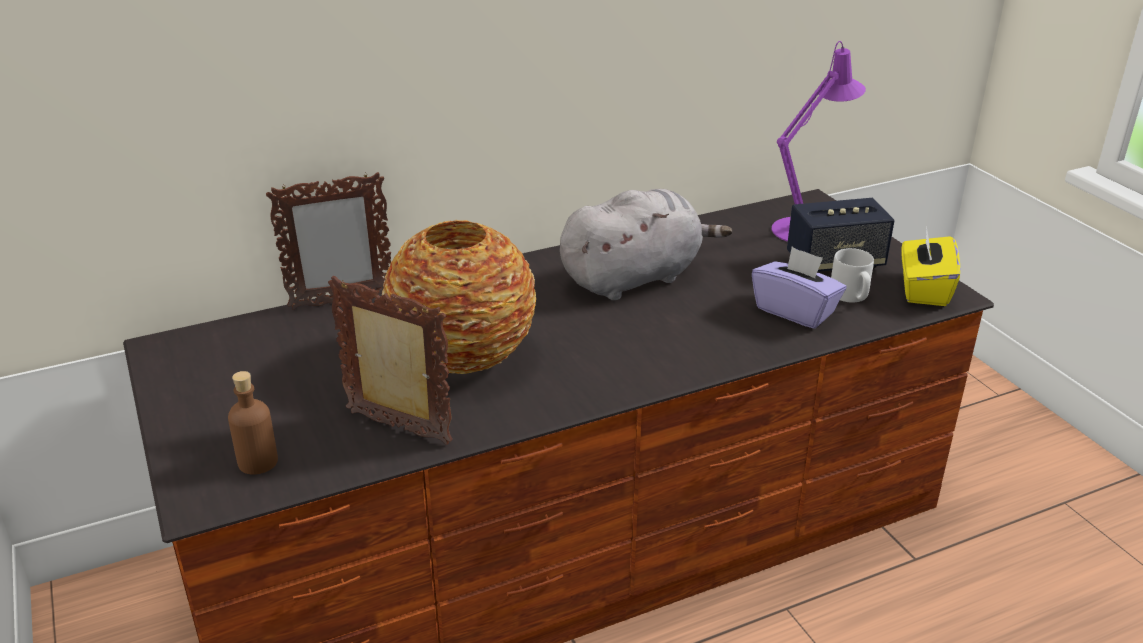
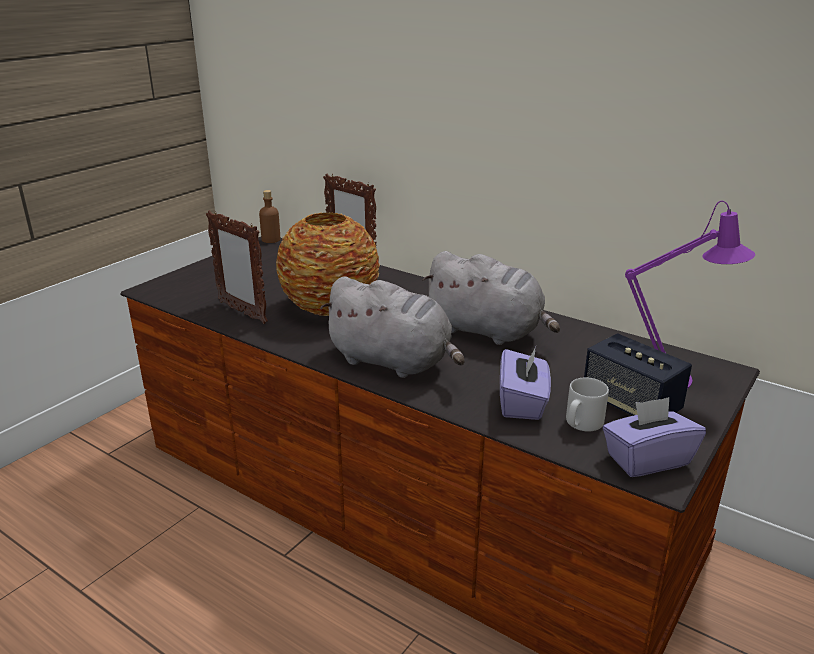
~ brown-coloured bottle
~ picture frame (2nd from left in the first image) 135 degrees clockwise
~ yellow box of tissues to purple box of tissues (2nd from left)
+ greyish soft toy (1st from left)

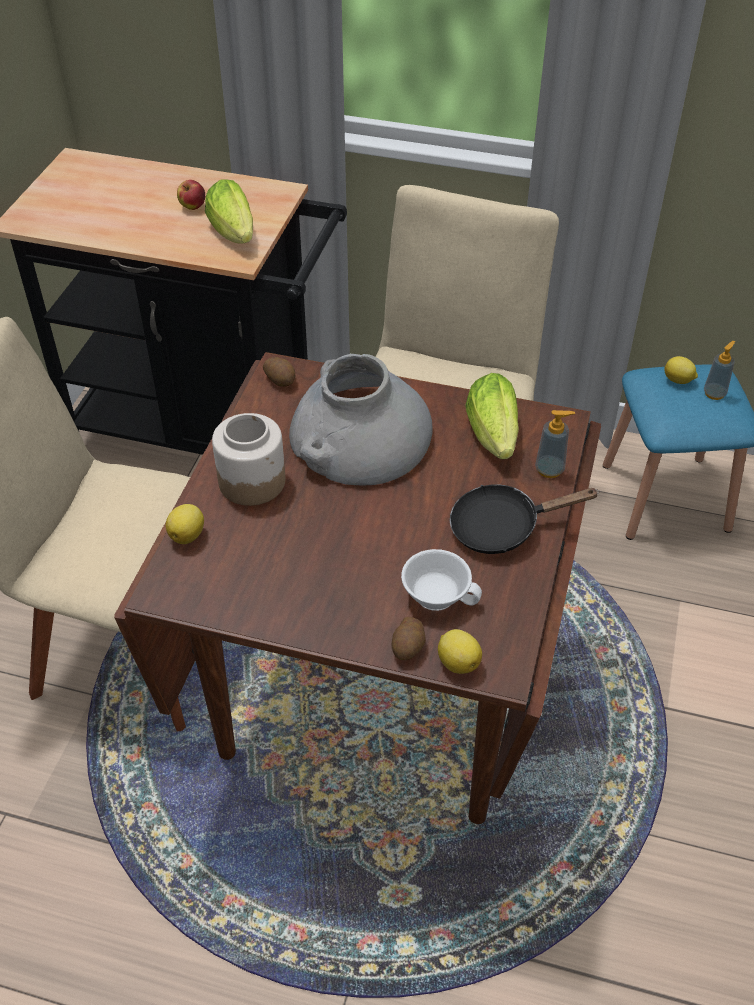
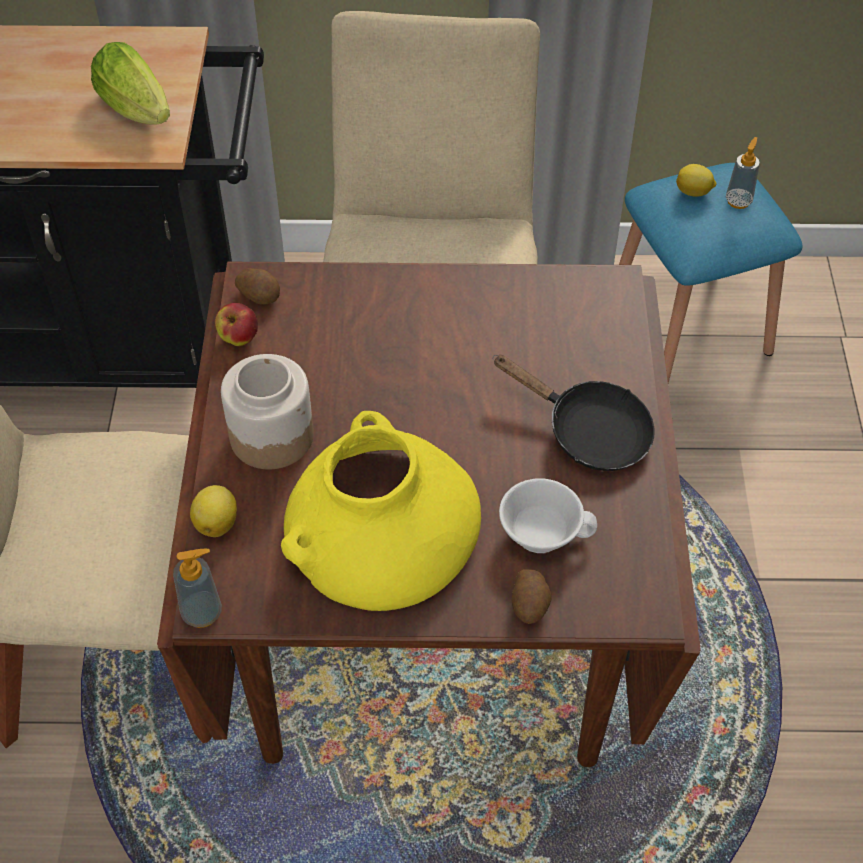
~ whole apple
- greyish vase
- whole lemon (2nd from left)
~ blackish frying pan 120 degrees counterclockwise
- lettuce head (2nd from left)
~ soap dispenser (1st from left)
+ yellow vase

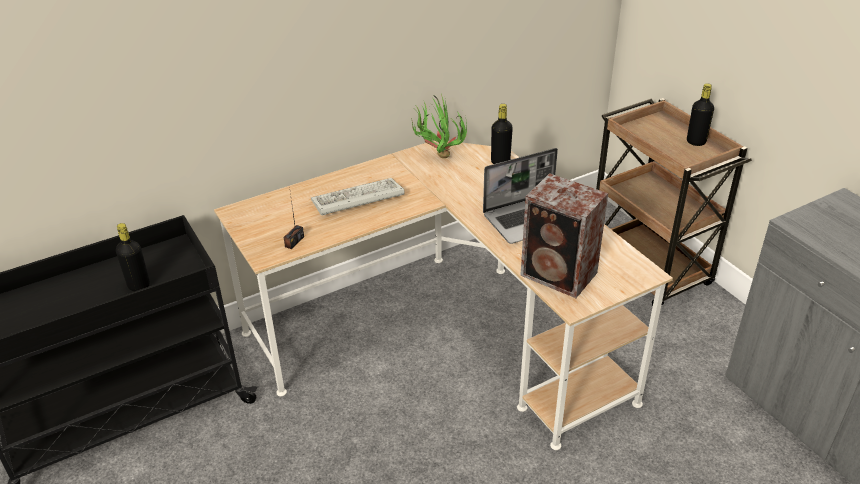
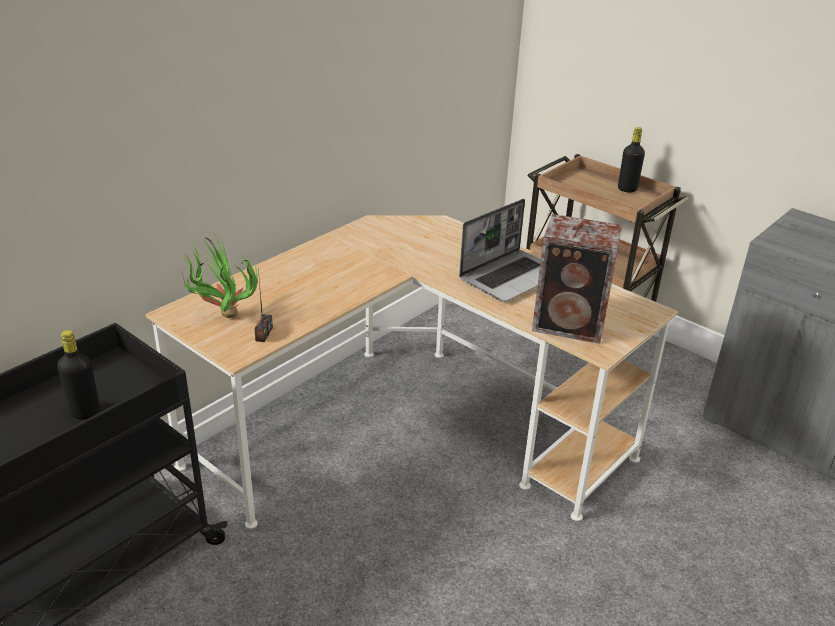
- computer keyboard
~ plant in a pot
- blackish bottle (2nd from left)

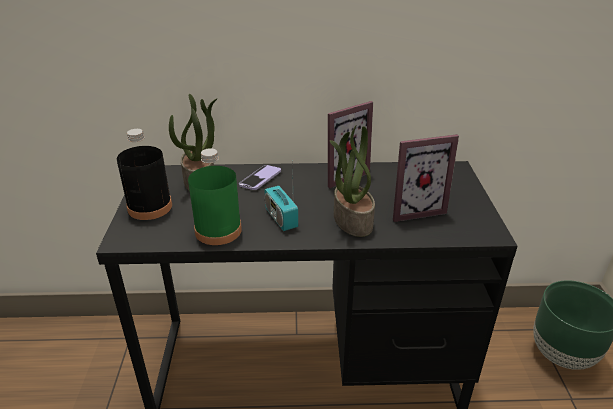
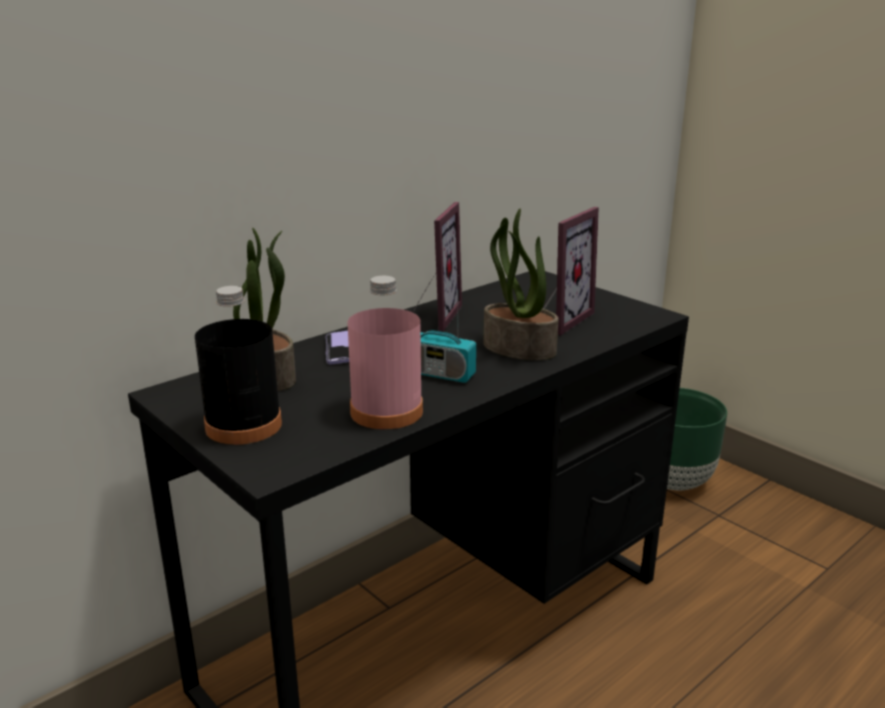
~ greenish bottle to pinkish bottle

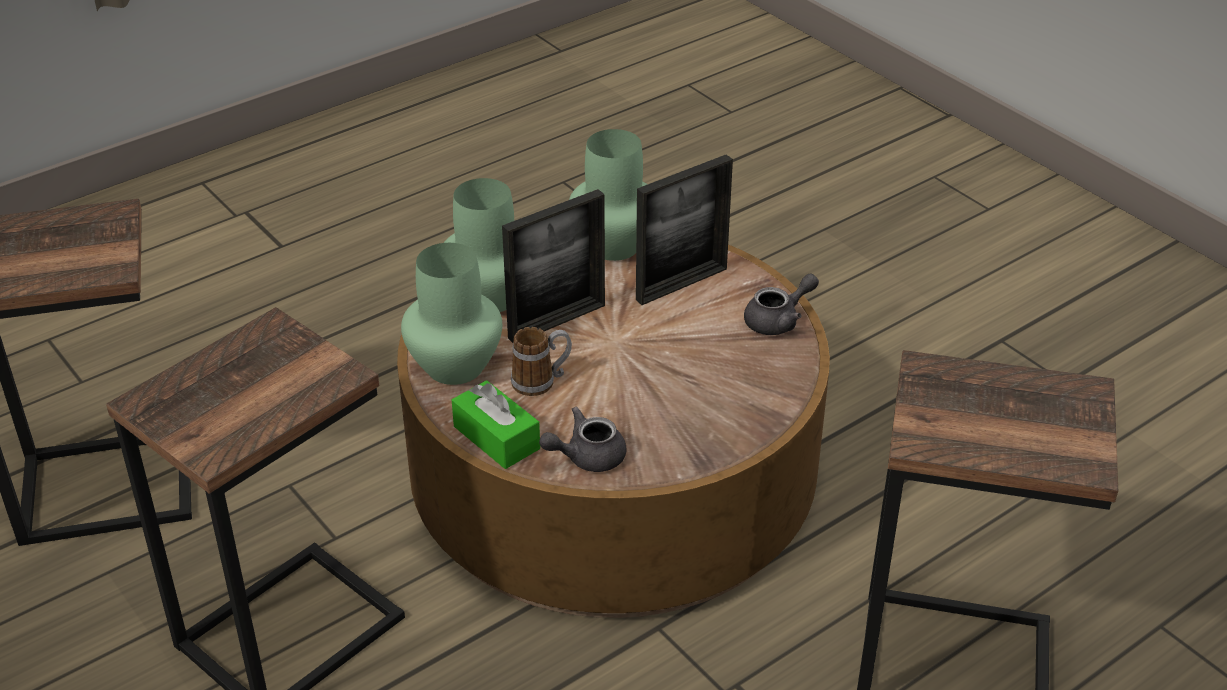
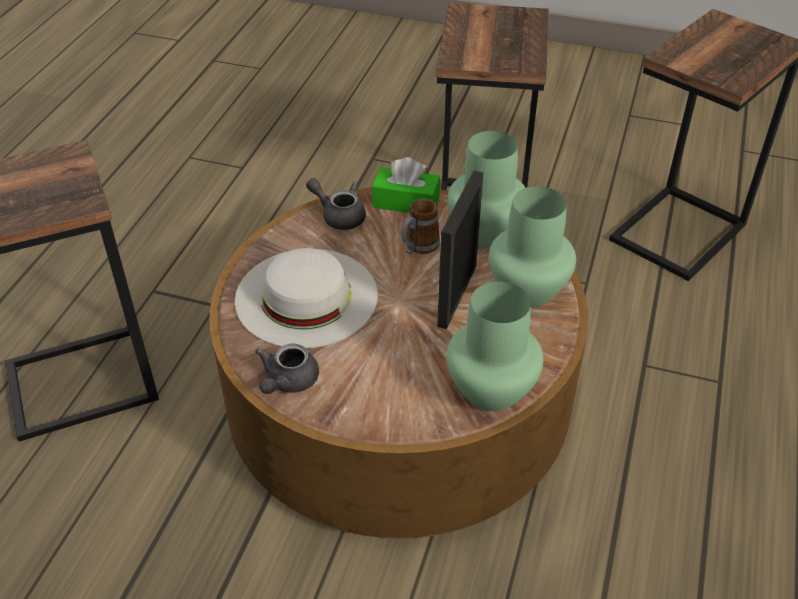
~ greyish tea pot (1st from left in the first image) 90 degrees counterclockwise
- picture frame (2nd from left)
+ white wearable hat

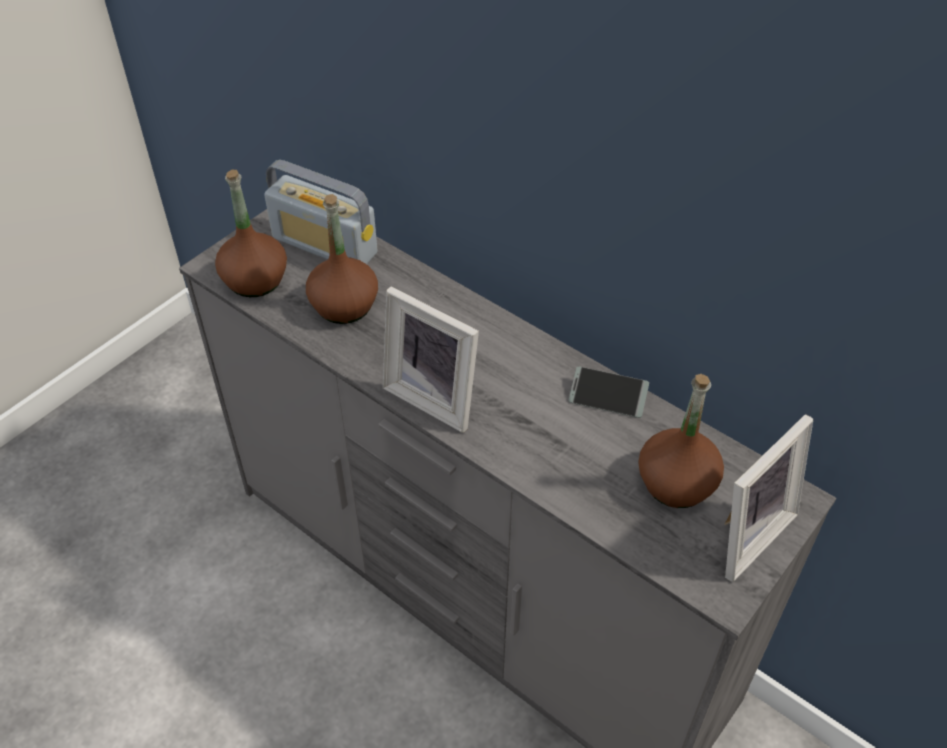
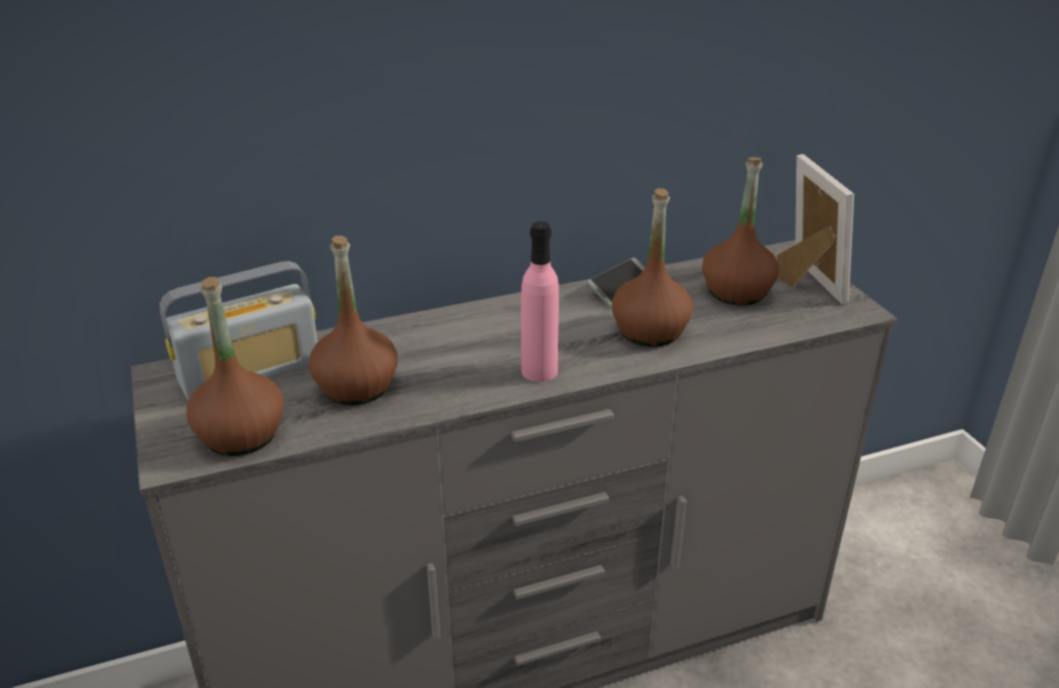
~ picture frame (1st from left) to pinkish bottle
+ brown-coloured bottle (3rd from left)

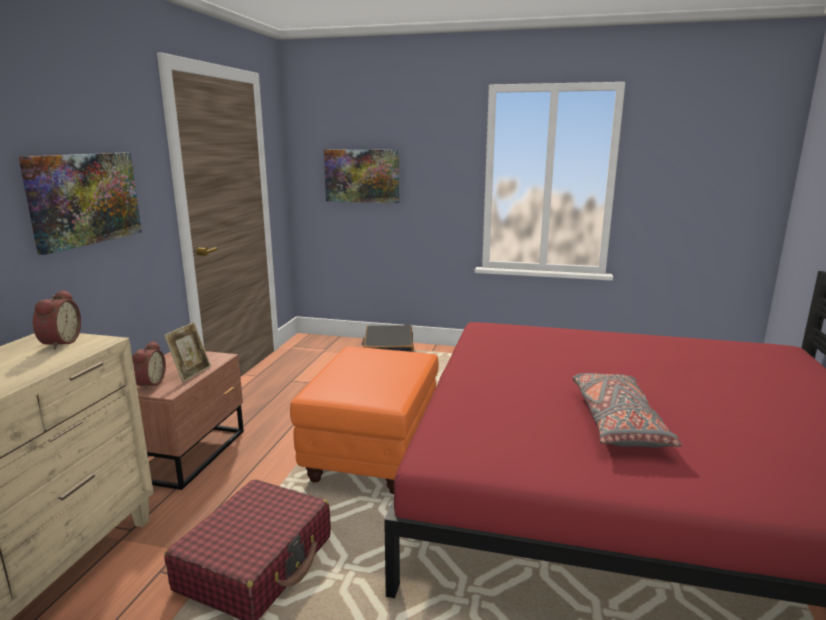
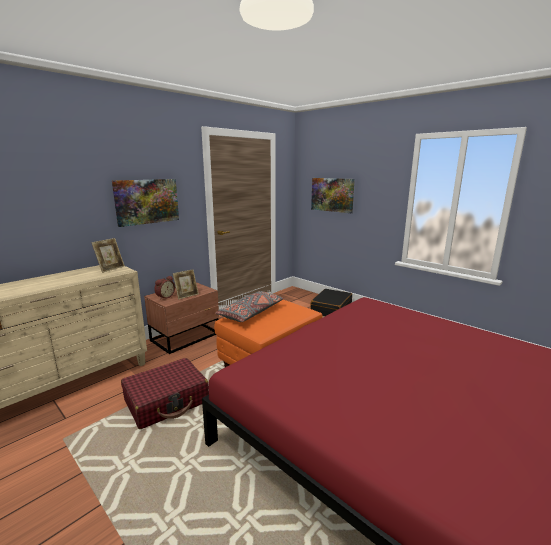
~ table clock (1st from left) to picture frame (1st from left)
~ greyish cushion

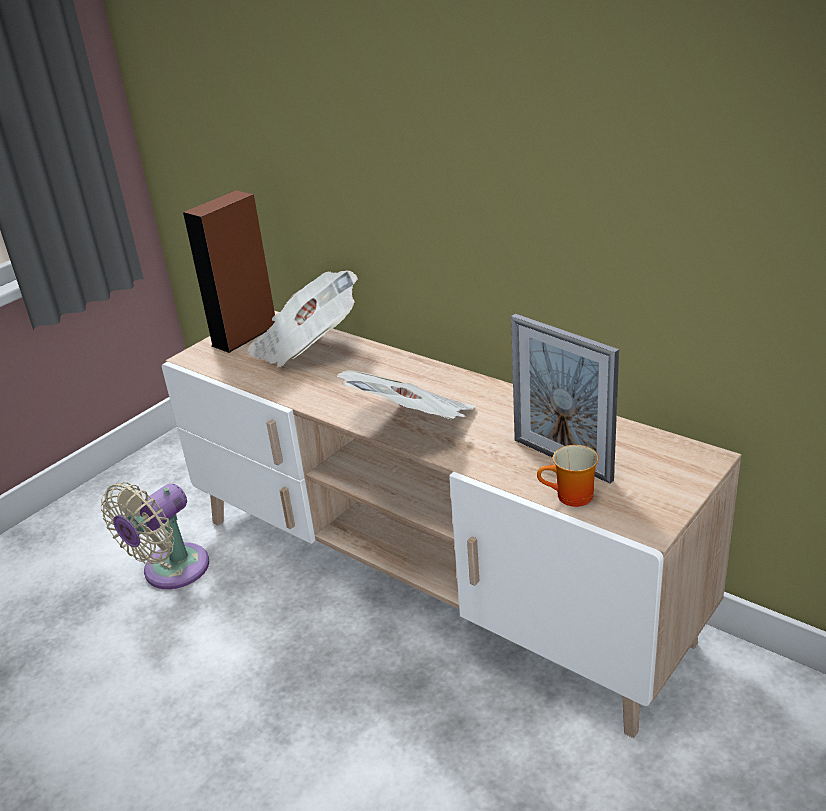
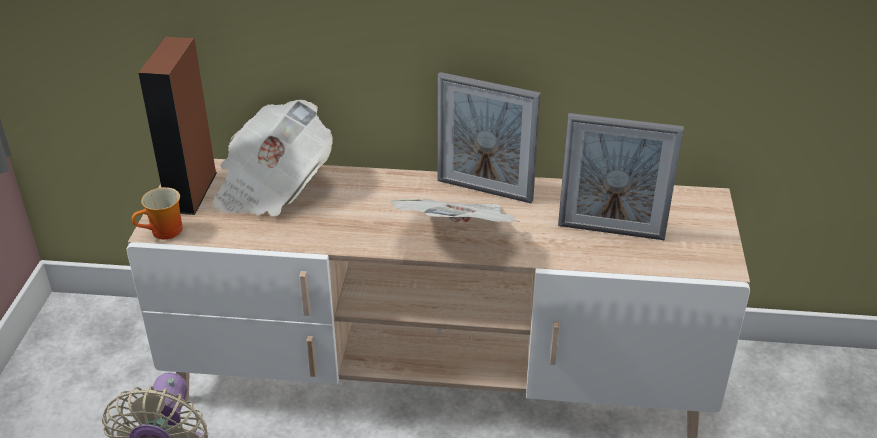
~ mug
+ picture frame (1st from left)

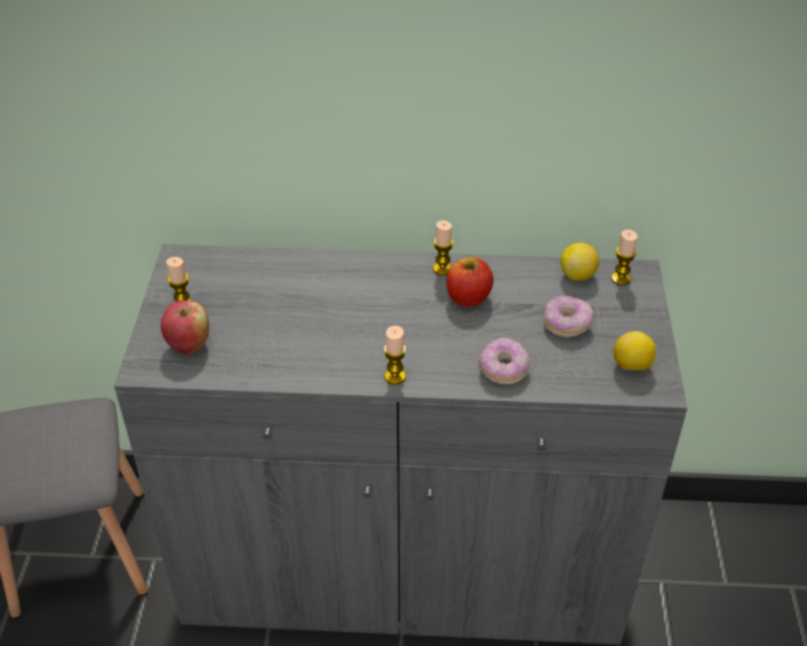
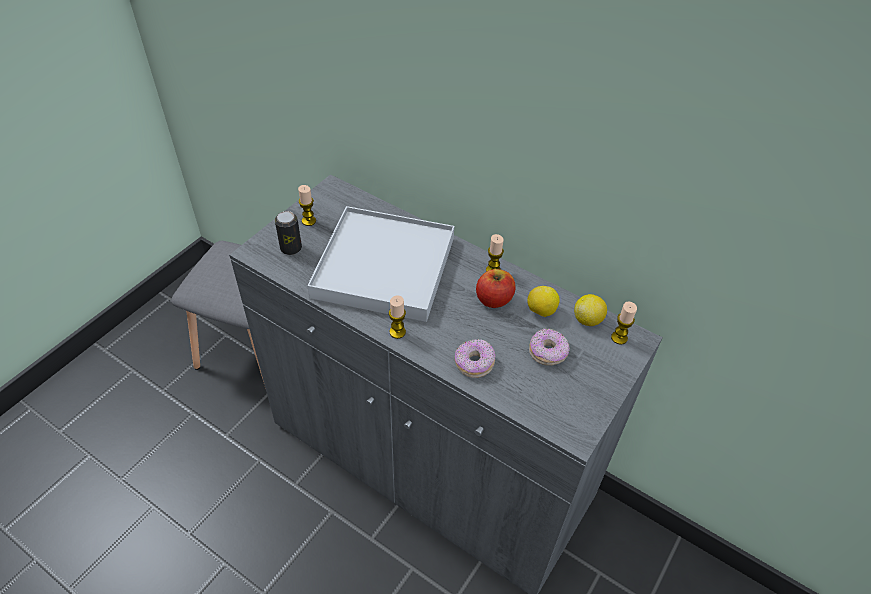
~ whole apple (1st from left) to metal can
~ whole lemon (2nd from left in the first image) to whole lemon (1st from left)
+ white tray

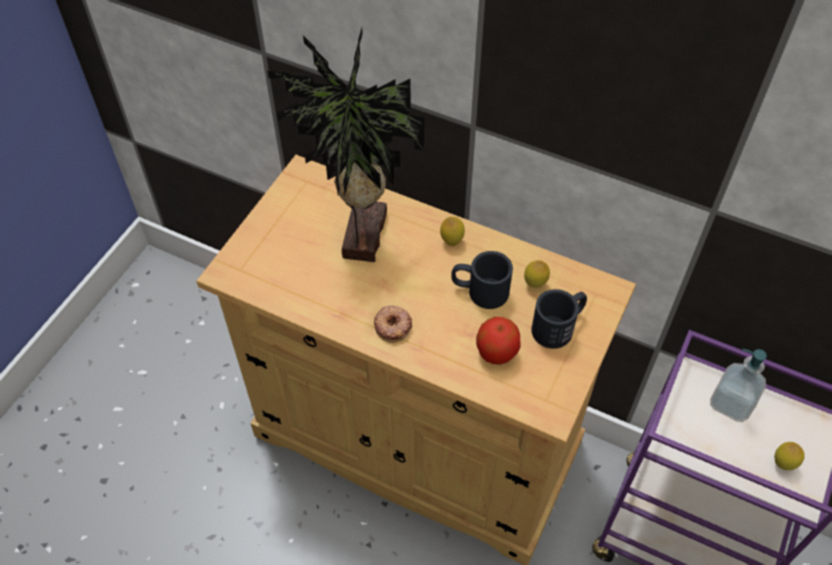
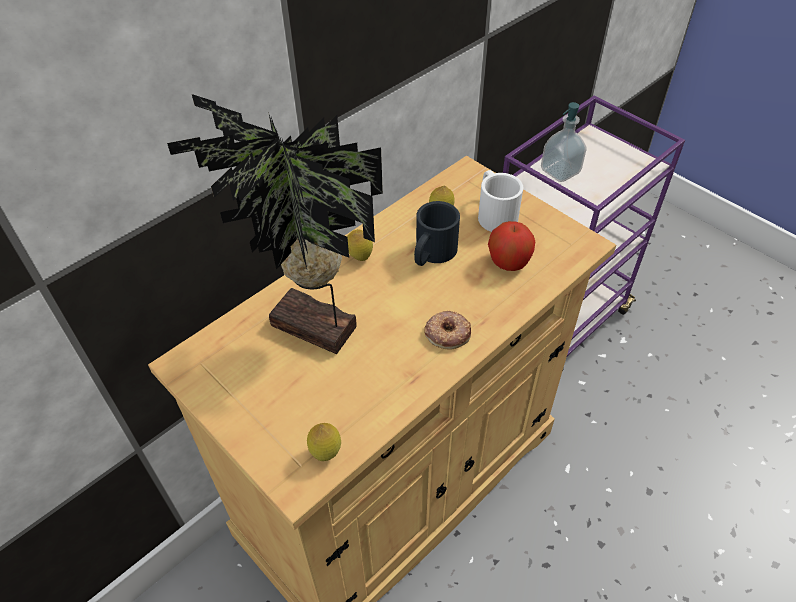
~ blackish mug (2nd from left) to white mug
~ whole lemon (3rd from left in the first image) to whole lemon (1st from left)

